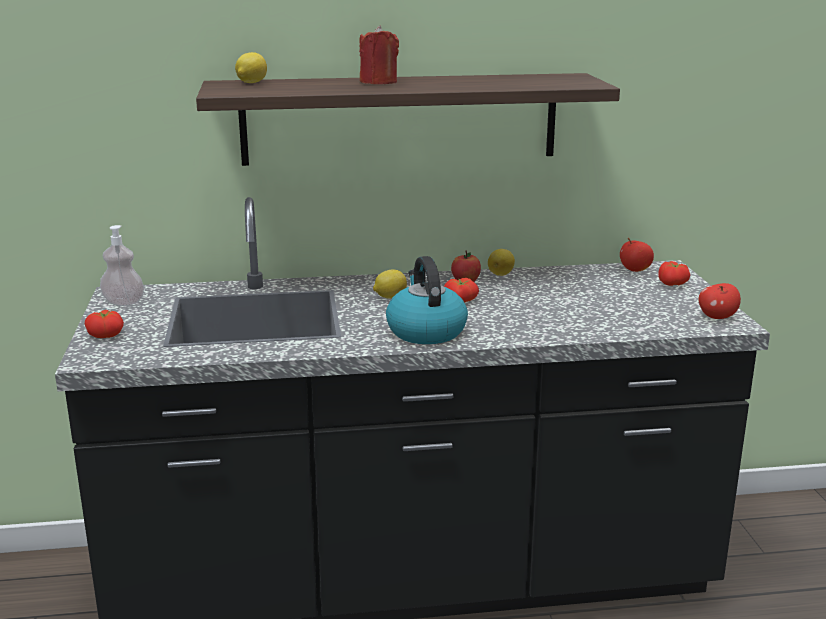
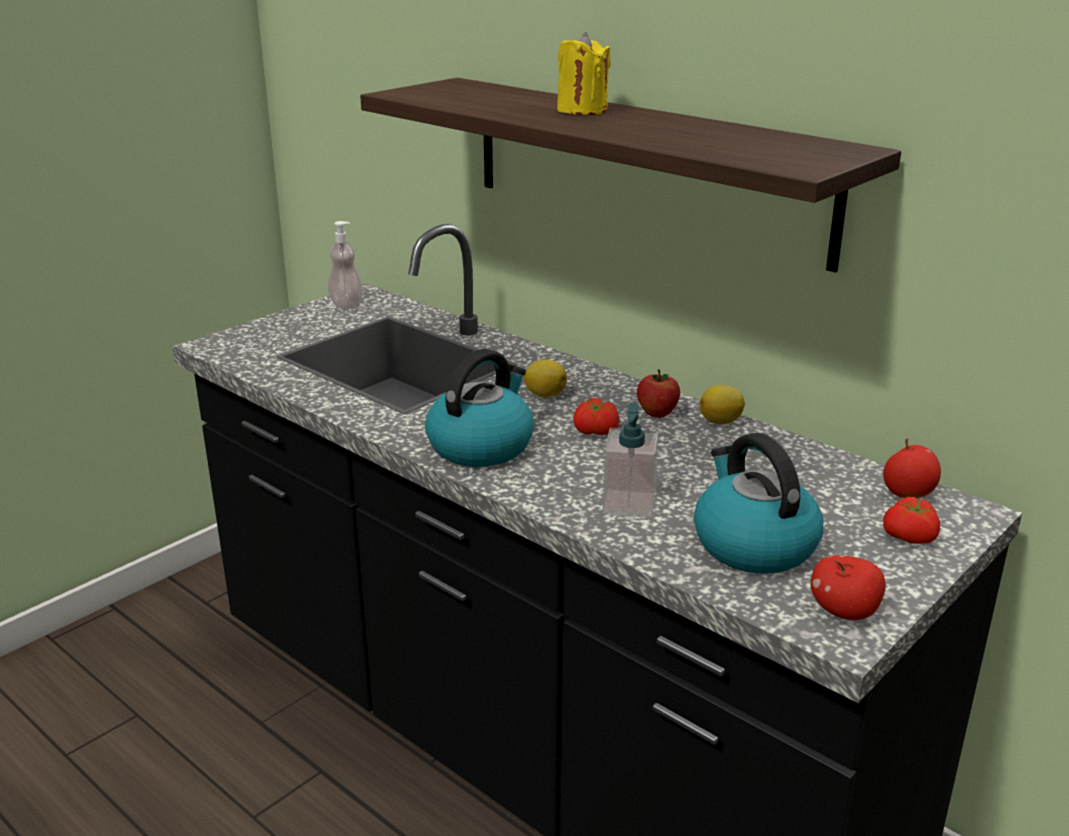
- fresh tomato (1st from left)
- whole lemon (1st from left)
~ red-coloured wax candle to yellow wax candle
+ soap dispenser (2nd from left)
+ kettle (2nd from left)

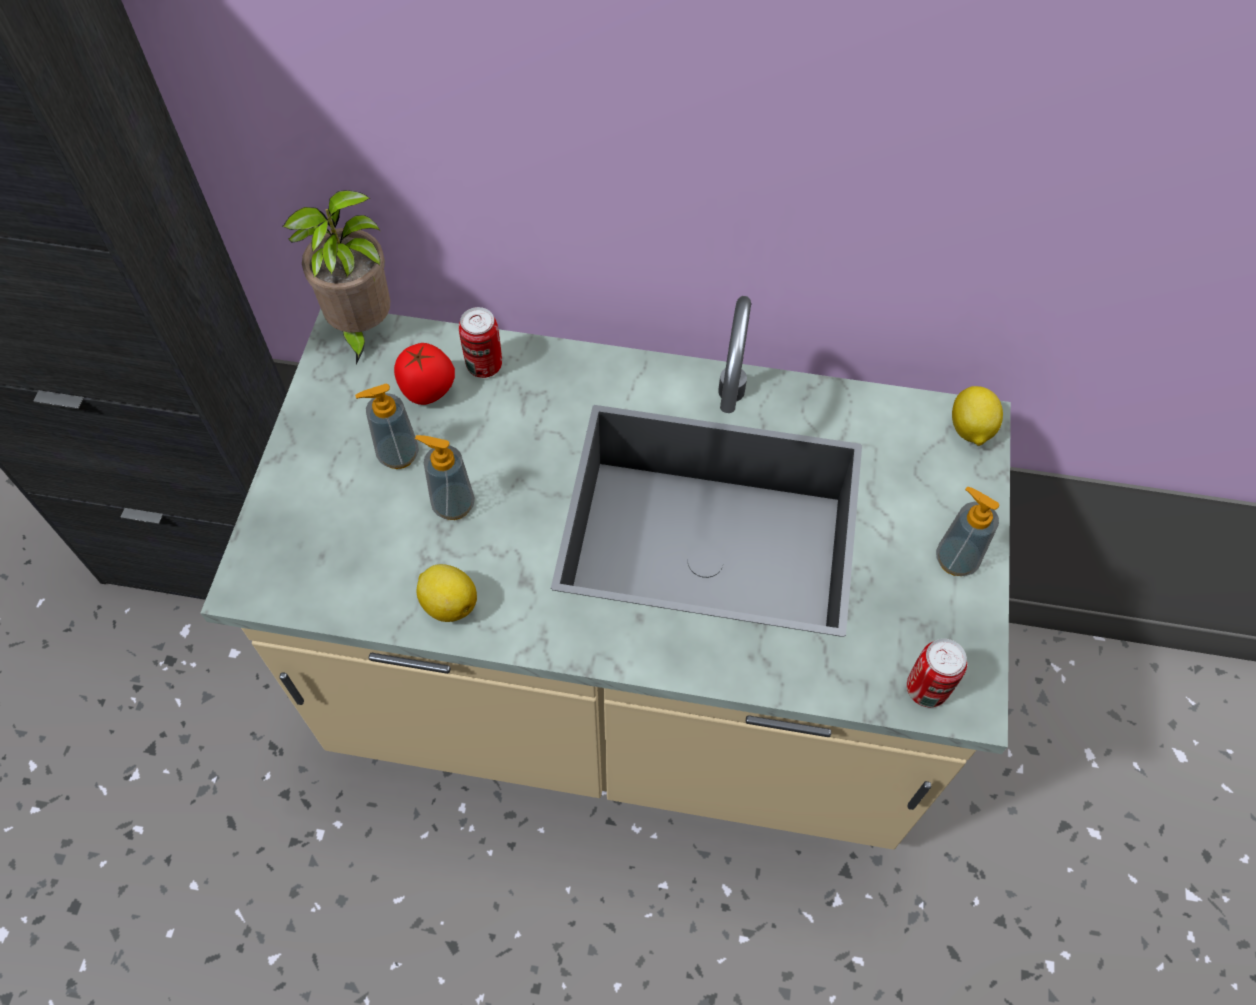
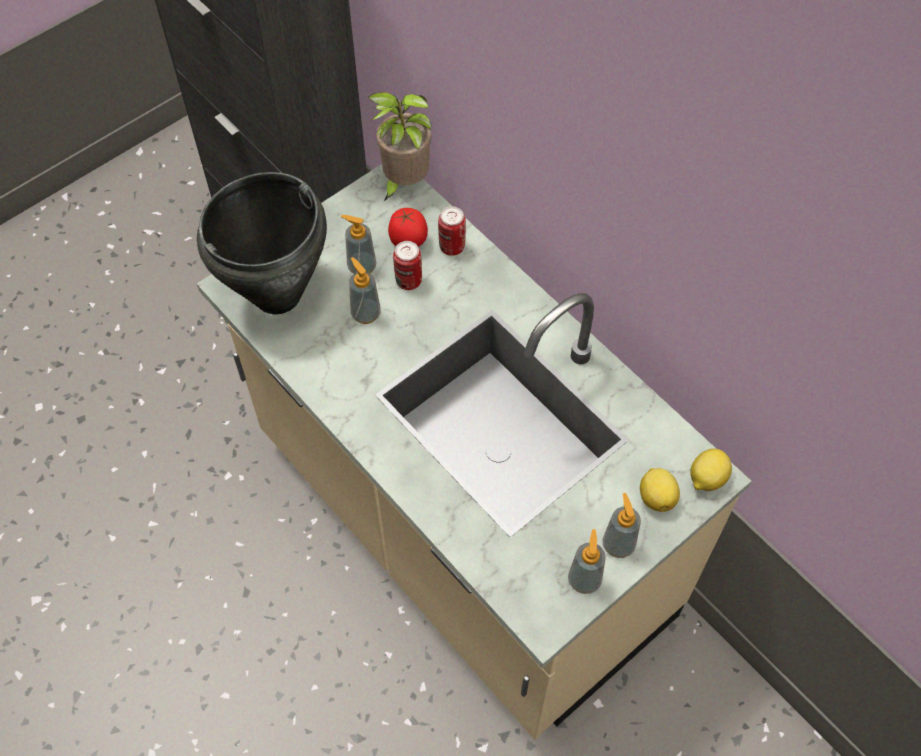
~ whole lemon (1st from left)
~ metal can (2nd from left in the first image) to metal can (1st from left)
+ blackish stockpot
+ soap dispenser (3rd from left)

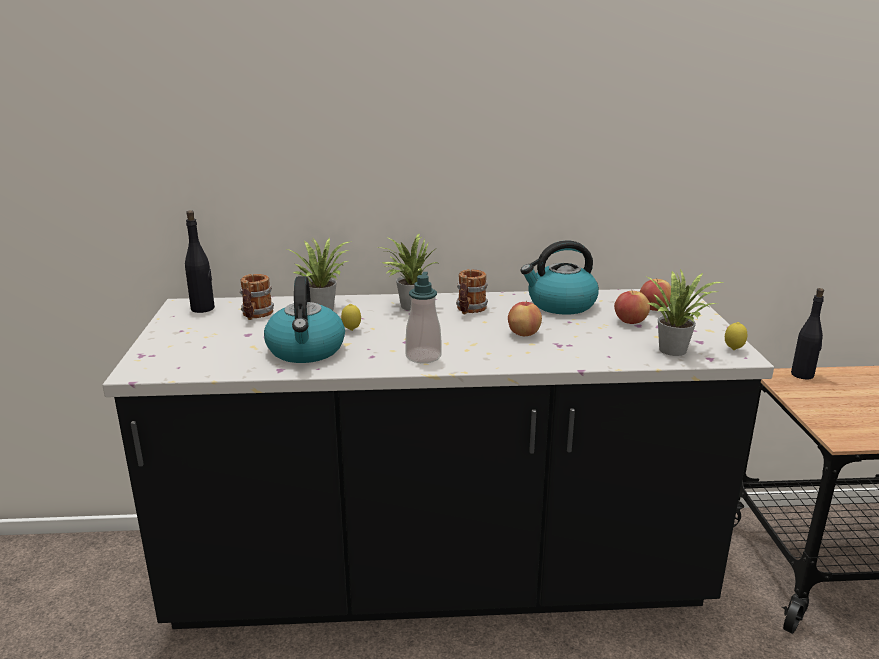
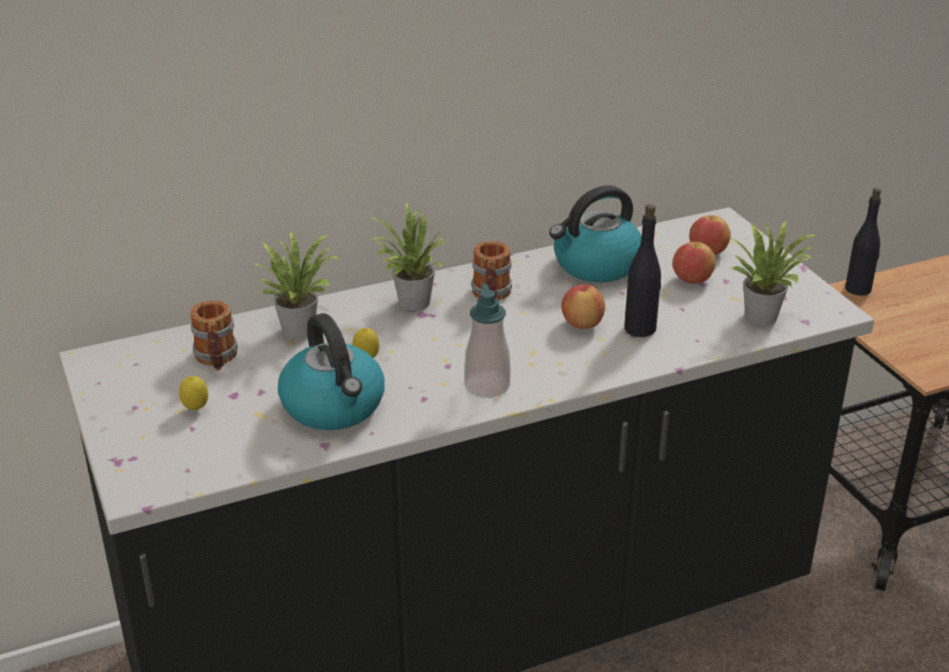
~ blackish bottle (1st from left)
~ whole lemon (2nd from left in the first image) to whole lemon (1st from left)

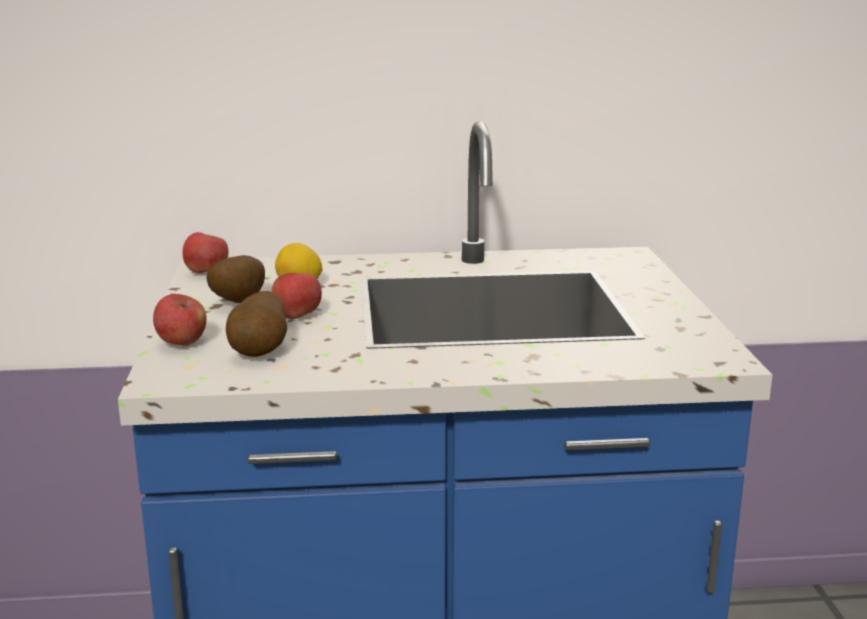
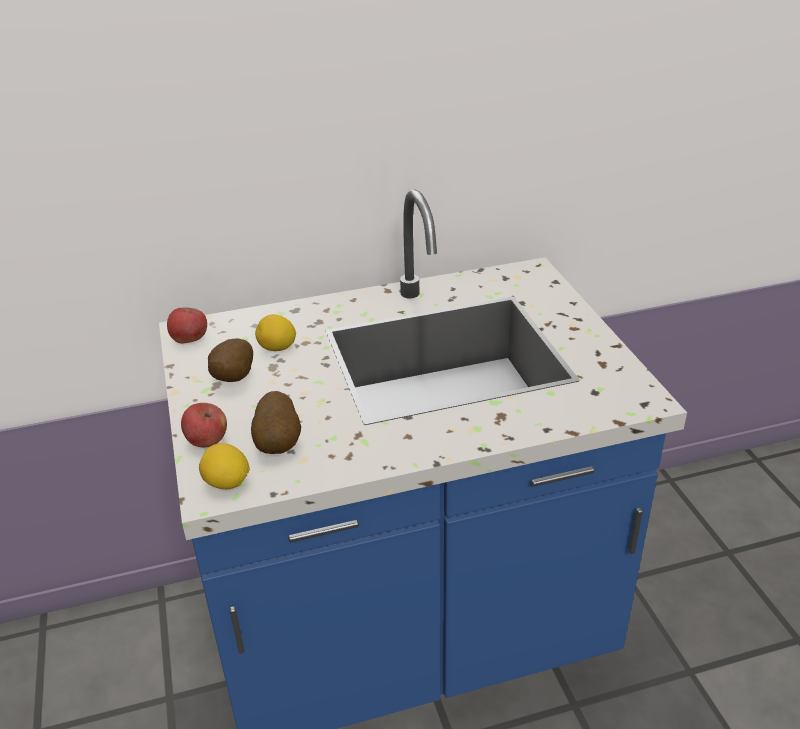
- whole apple (3rd from left)
+ whole lemon (1st from left)

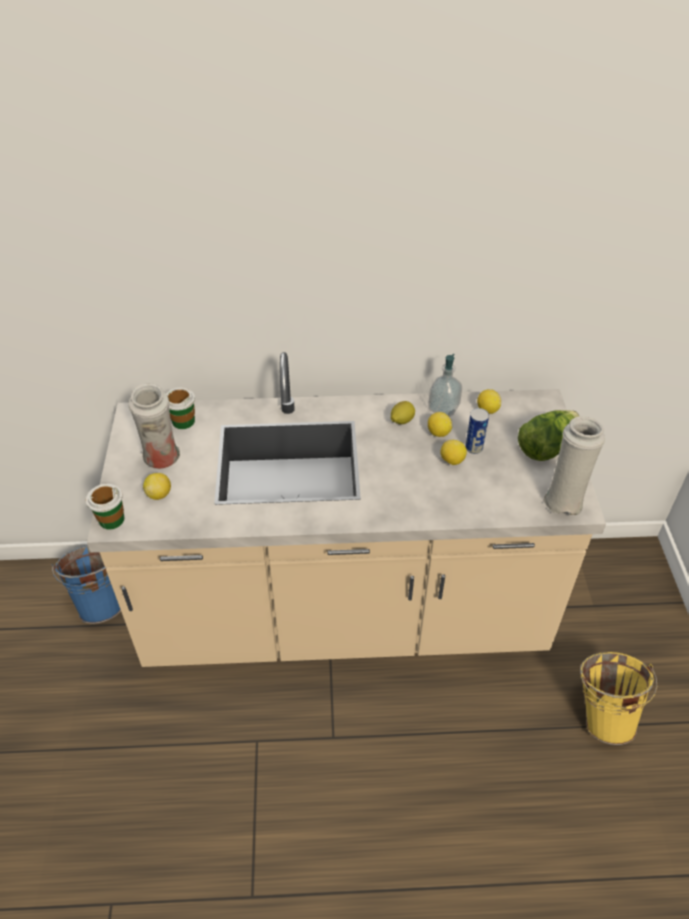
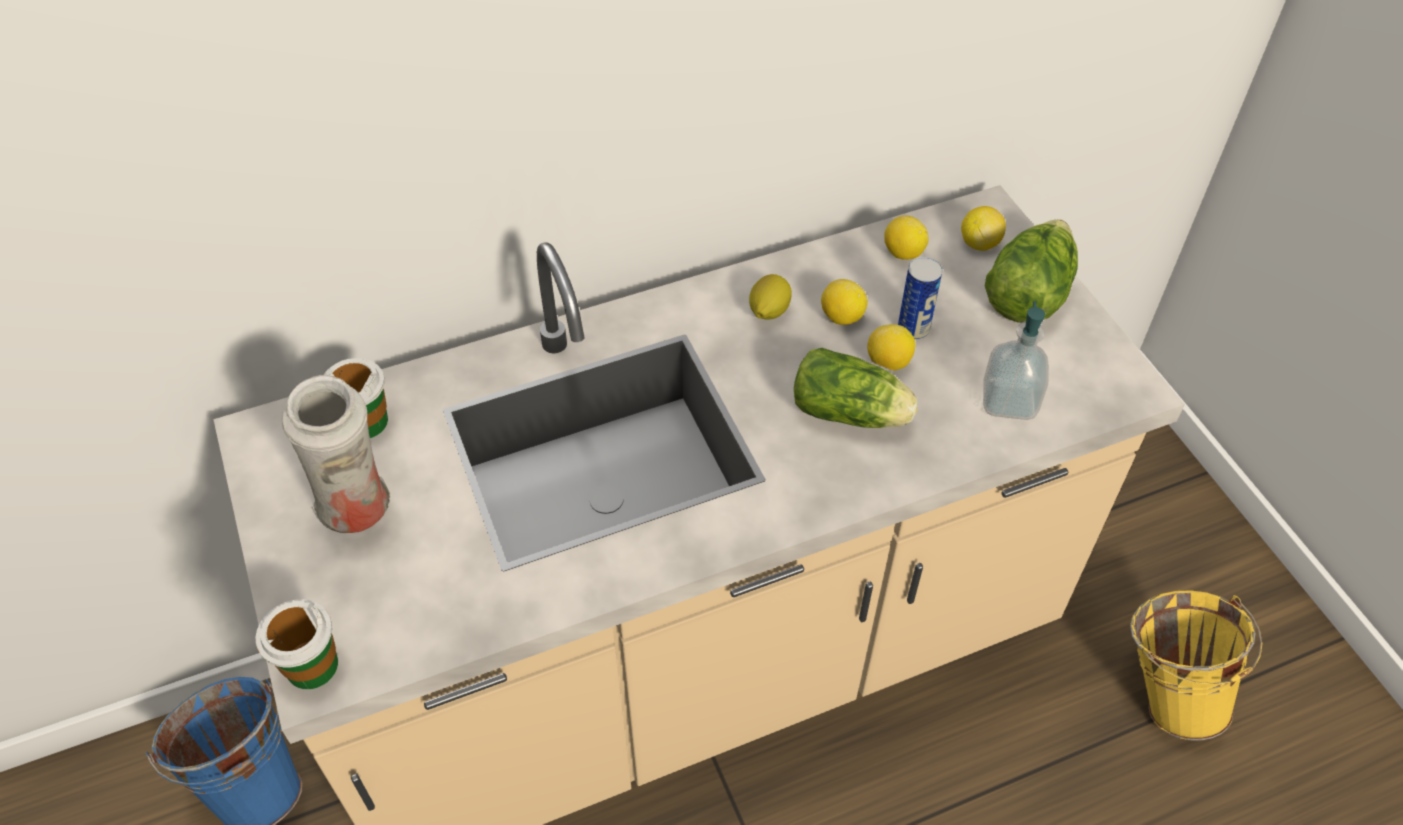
~ whole lemon (1st from left in the first image) to whole lemon (5th from left)
~ soap dispenser
- white vase (2nd from left)
+ lettuce head (1st from left)

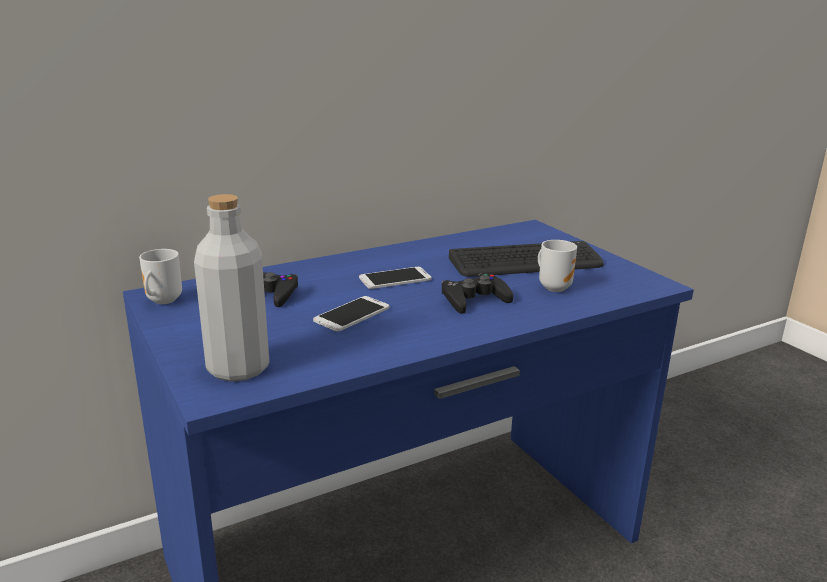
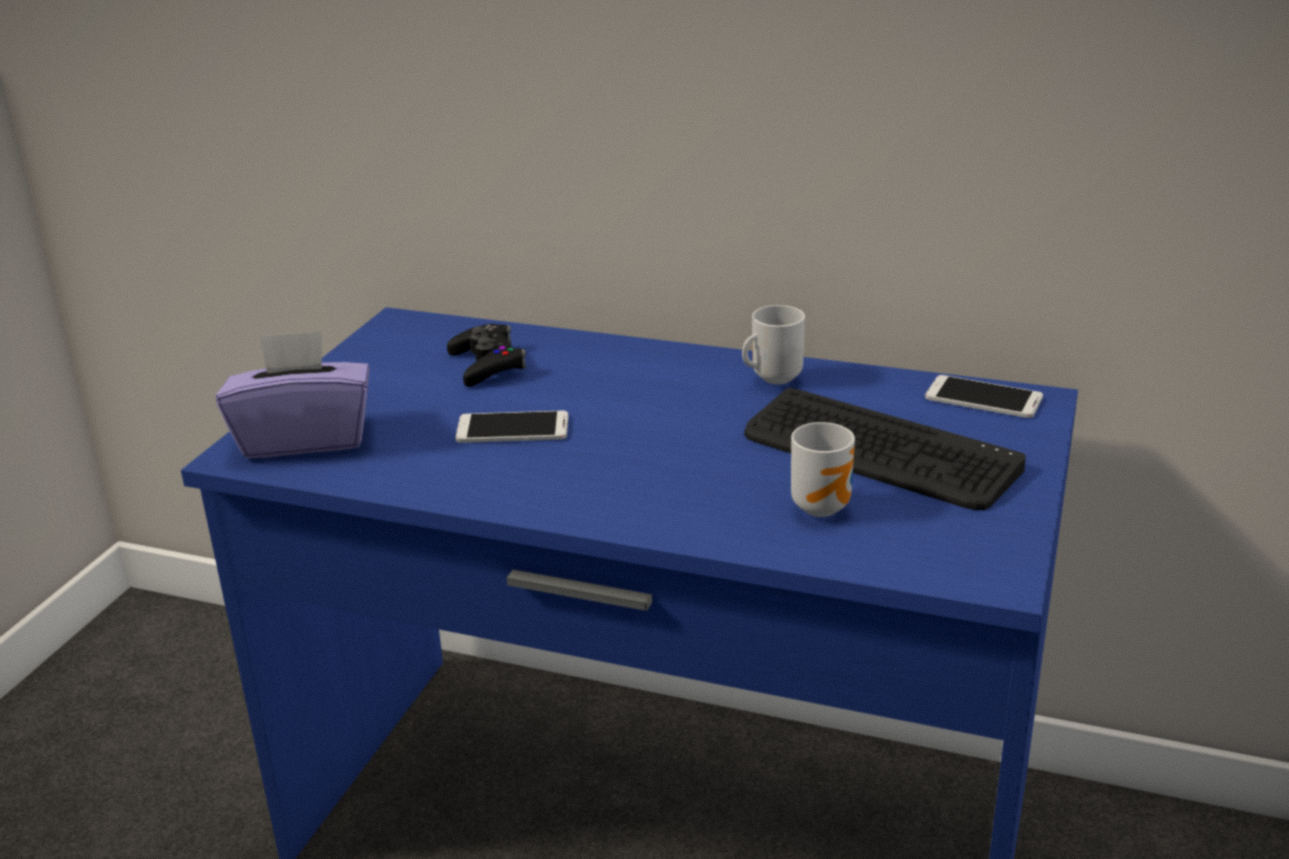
~ mug (1st from left)
~ greyish bottle to purple box of tissues
~ phone (2nd from left)
- blackish game controller (2nd from left)

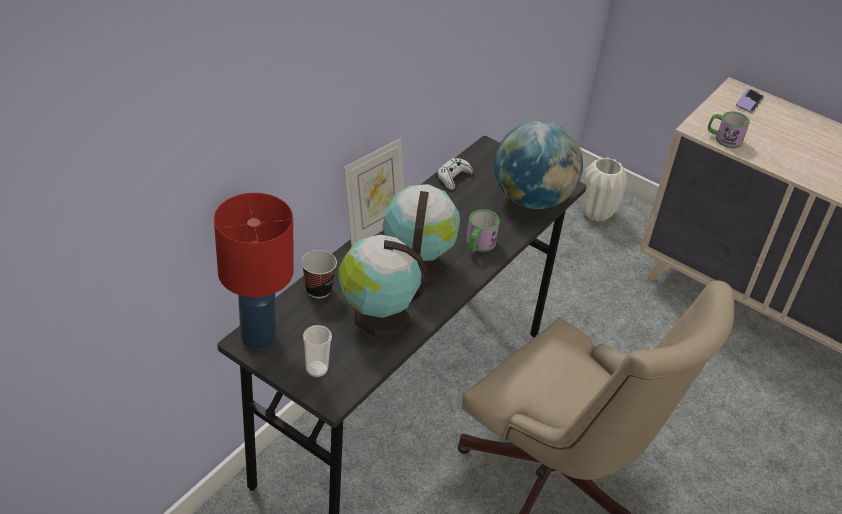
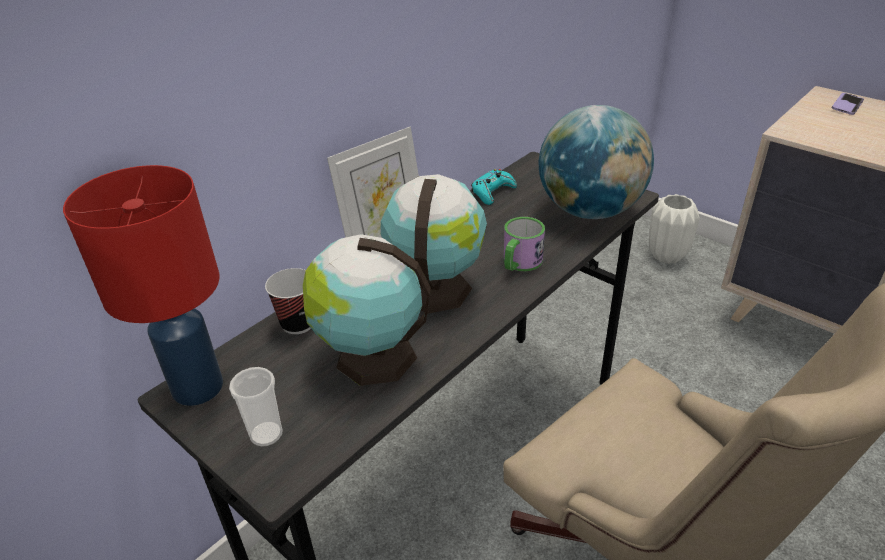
~ white game controller to turquoise-coloured game controller
- mug (2nd from left)

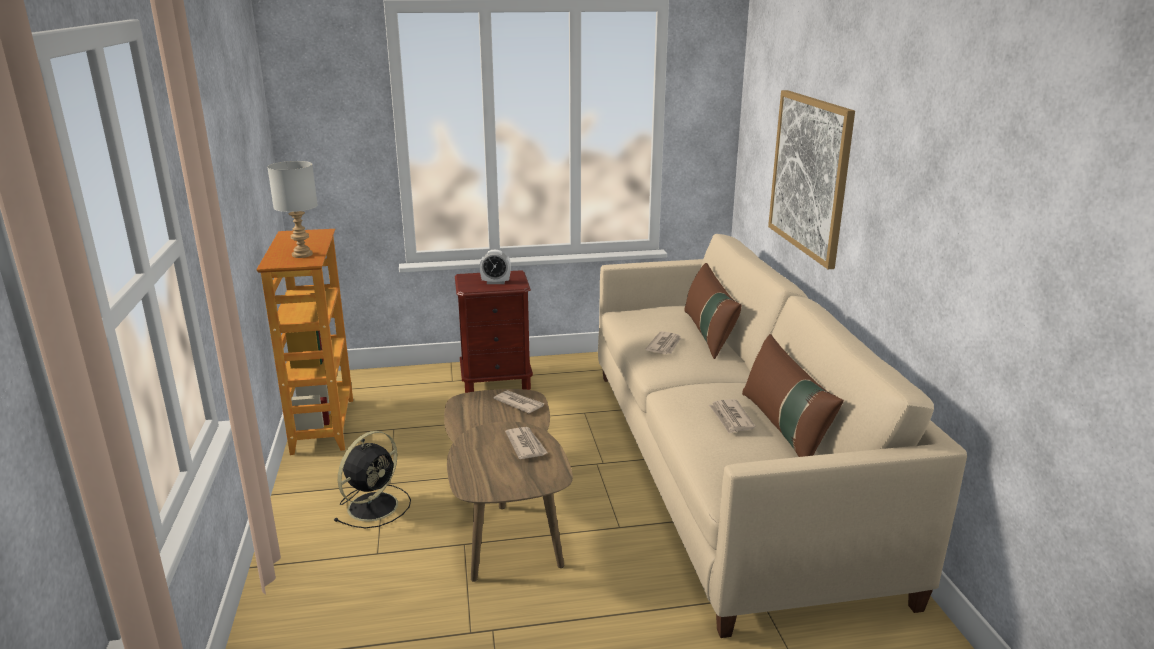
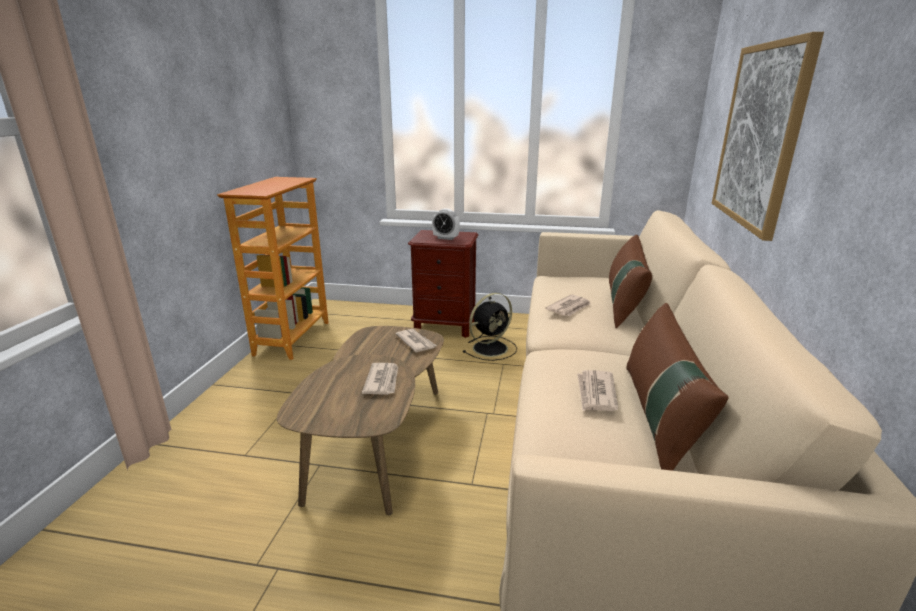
- greyish lamp for a table
~ blackish electric fan

